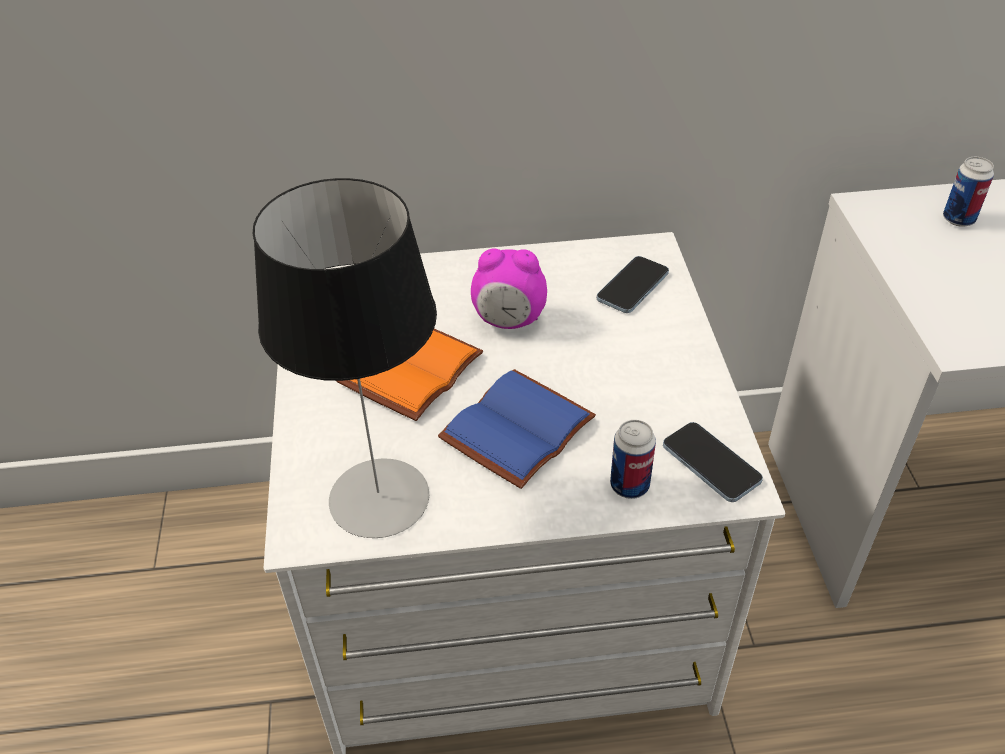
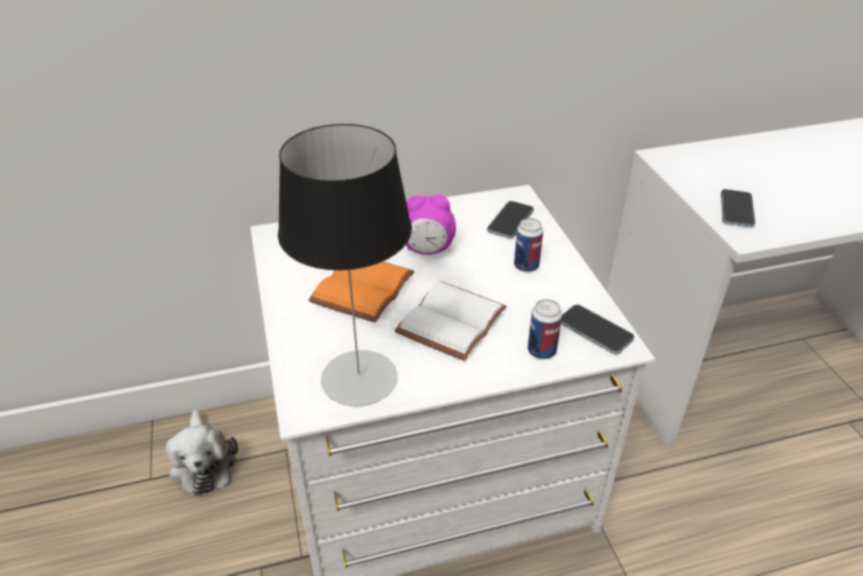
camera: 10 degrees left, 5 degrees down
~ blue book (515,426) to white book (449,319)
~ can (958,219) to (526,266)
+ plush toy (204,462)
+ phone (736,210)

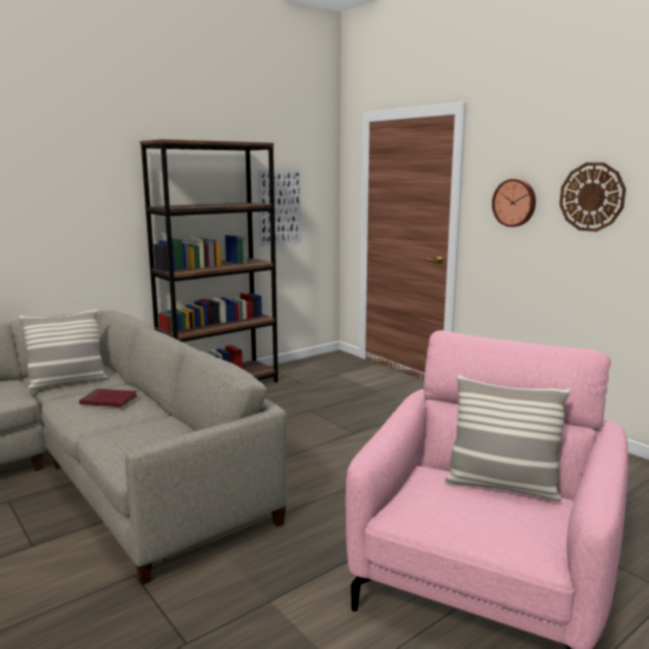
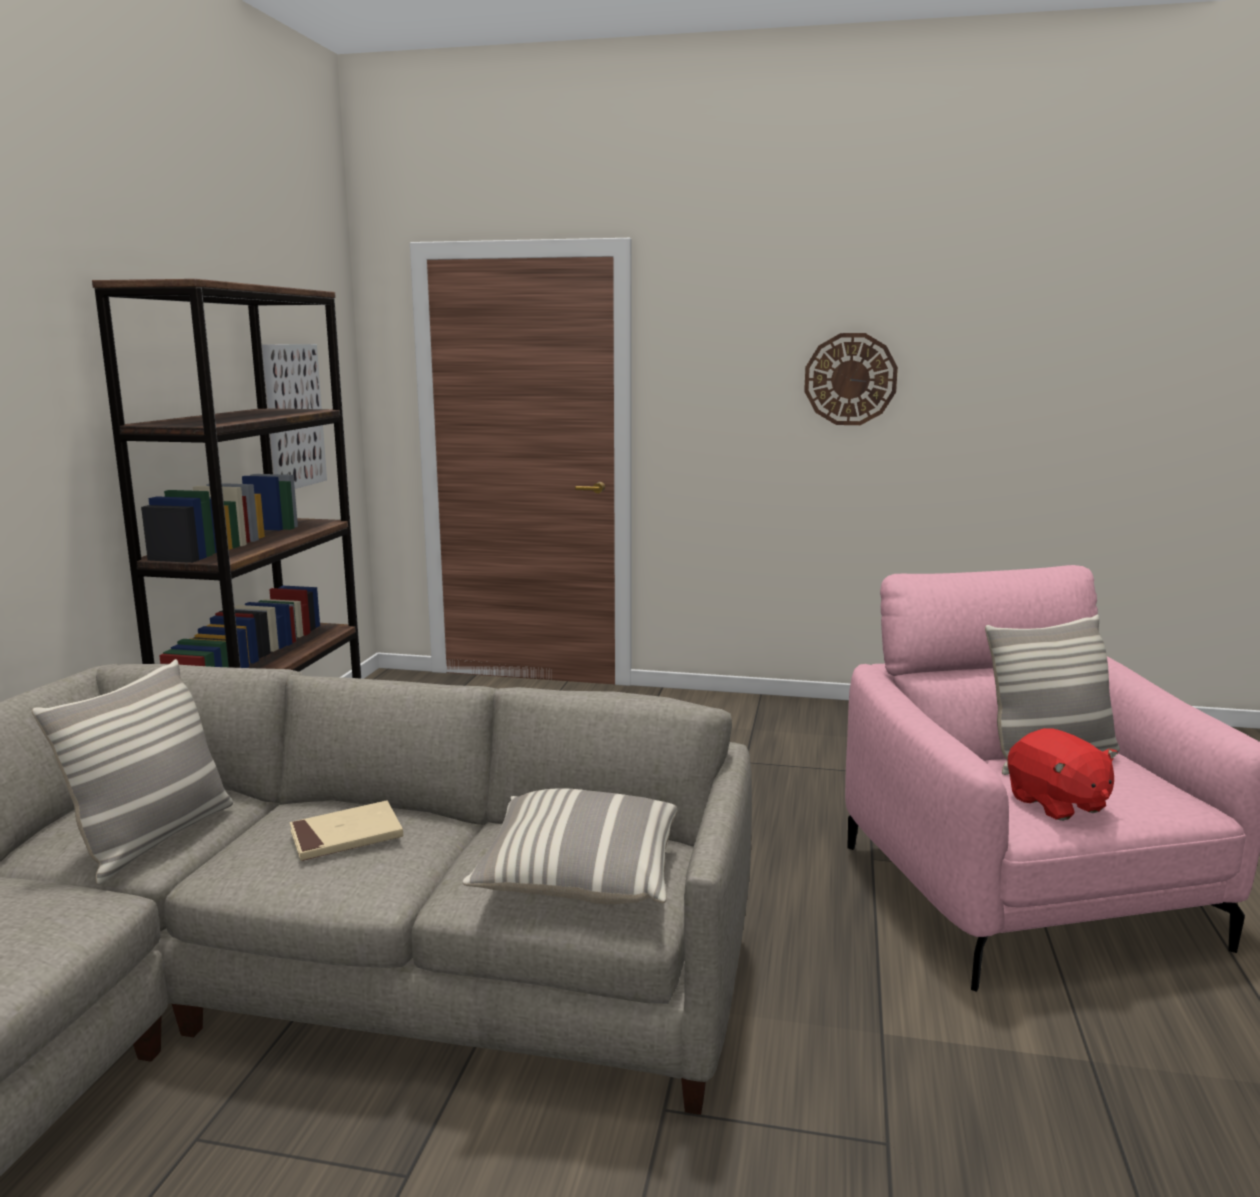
camera: 40 degrees left, 0 degrees up
~ red book (109,401) to beige book (346,836)
- wall clock (515,202)
+ pillow (579,877)
+ red plush toy (1056,804)

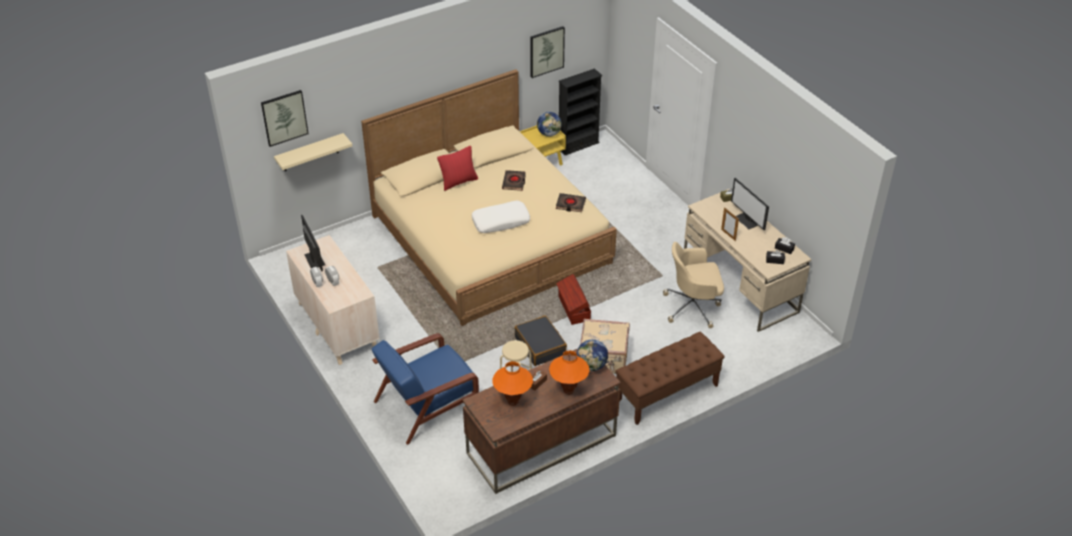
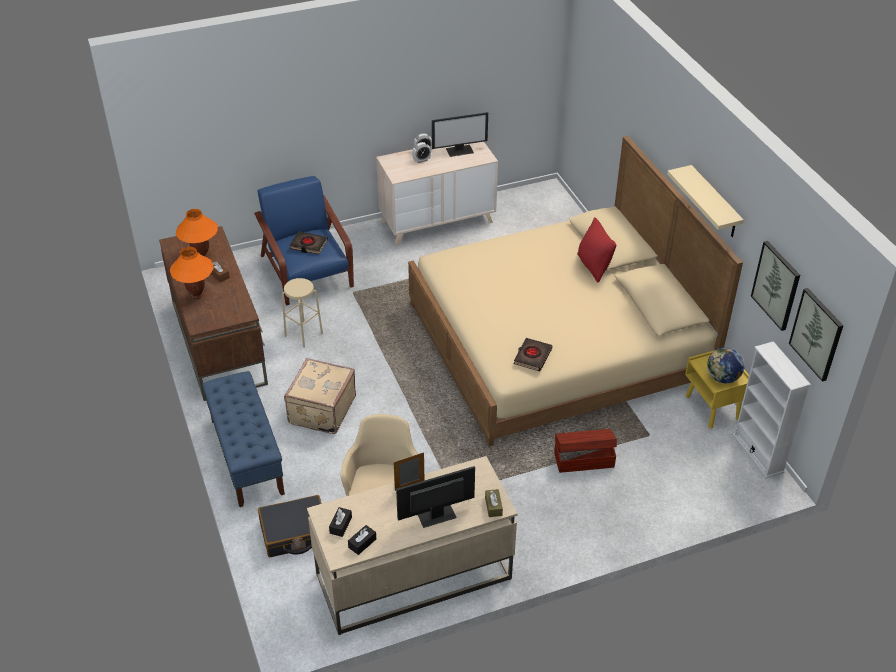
camera: 100 degrees right, 0 degrees up
~ picture (284,117) to (817,334)
~ beige shelf (310,153) to (714,203)
- white pillow (501,221)
~ black book (514,182) to (308,245)
~ black suitcase (540,346) to (295,533)
~ brown storage box (573,309) to (583,459)
~ black bookcase (578,145) to white bookcase (758,453)
- globe (592,366)
~ brown bench (666,393) to blue bench (246,456)

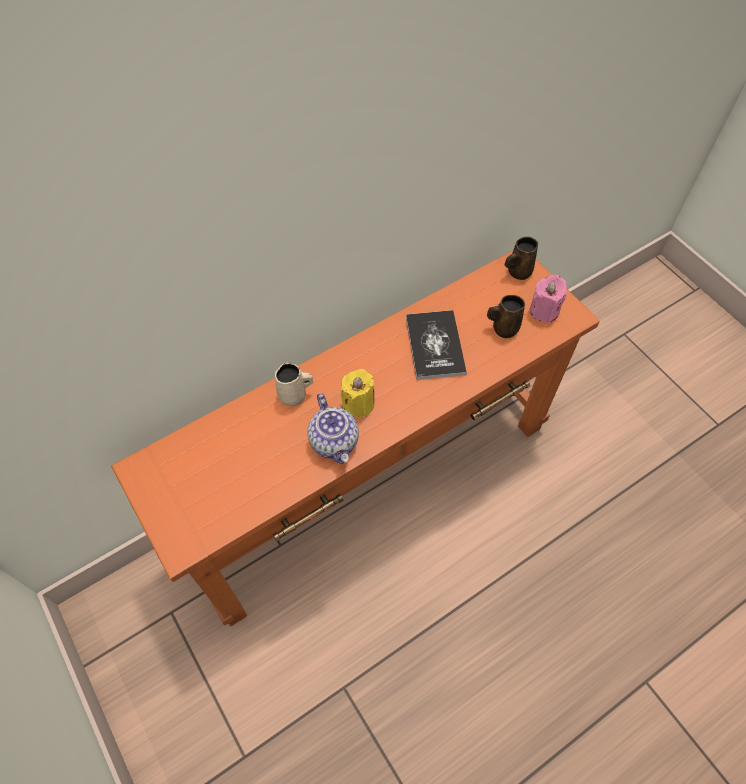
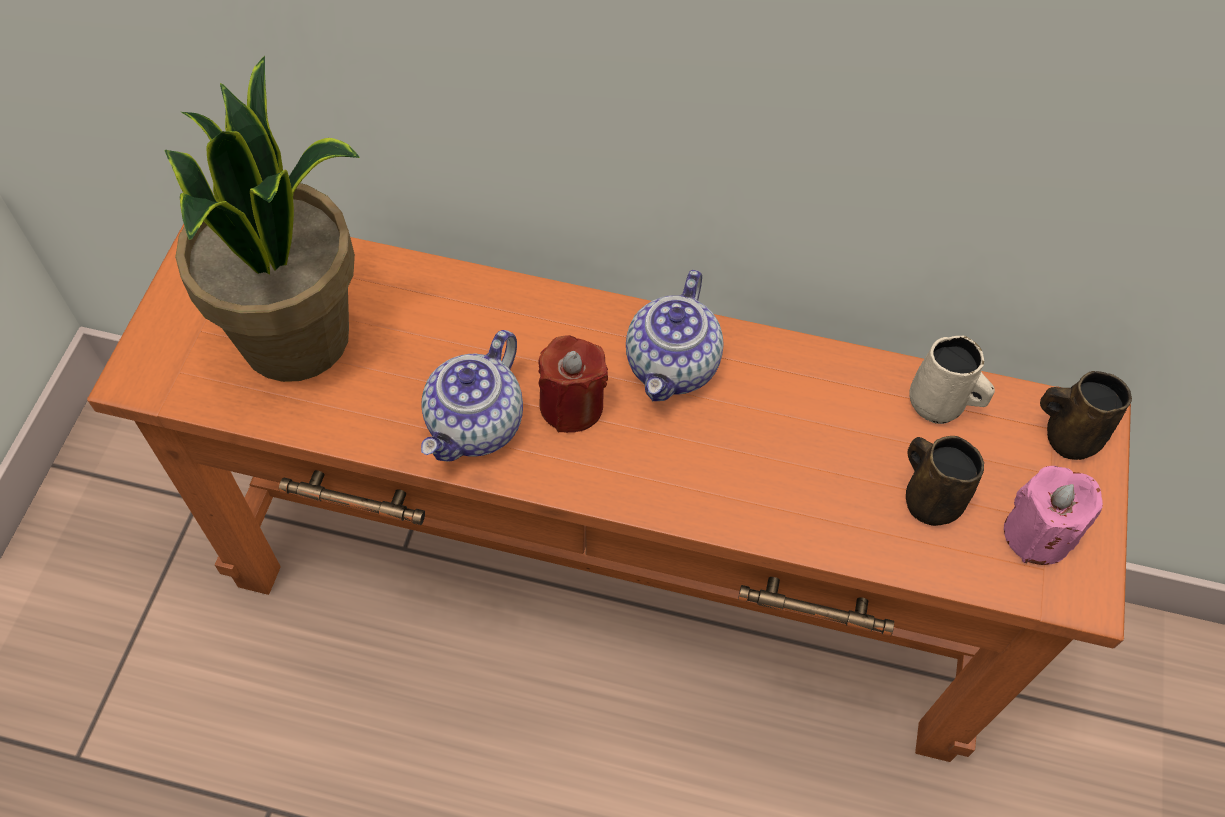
camera: 45 degrees right, 0 degrees up
~ beige mug (294,396) to (938,405)
~ yellow candle (358,403) to red candle (571,405)
- book (435,345)
+ potted plant (298,338)
+ teapot (673,366)

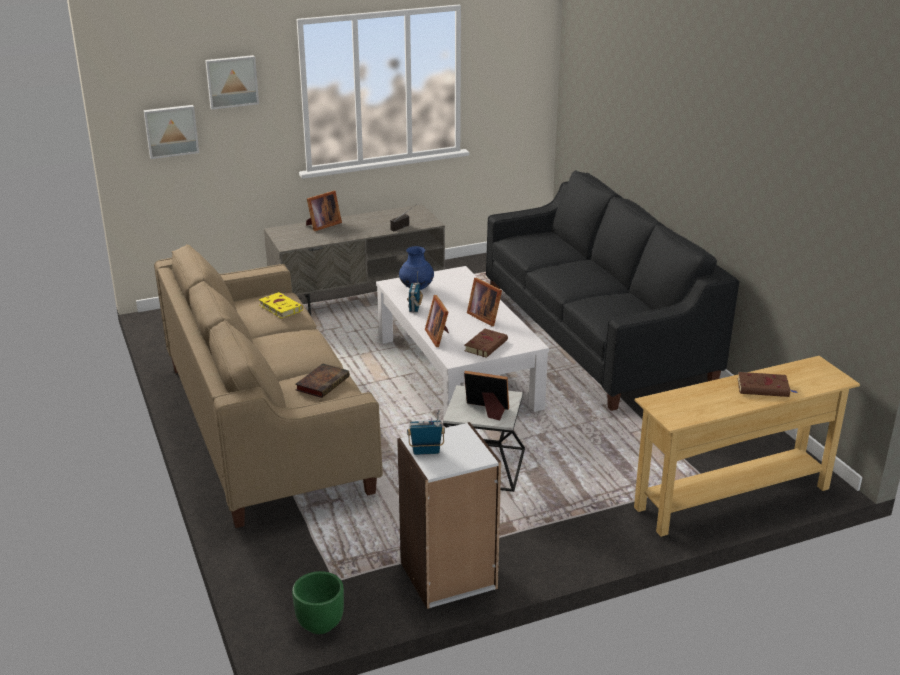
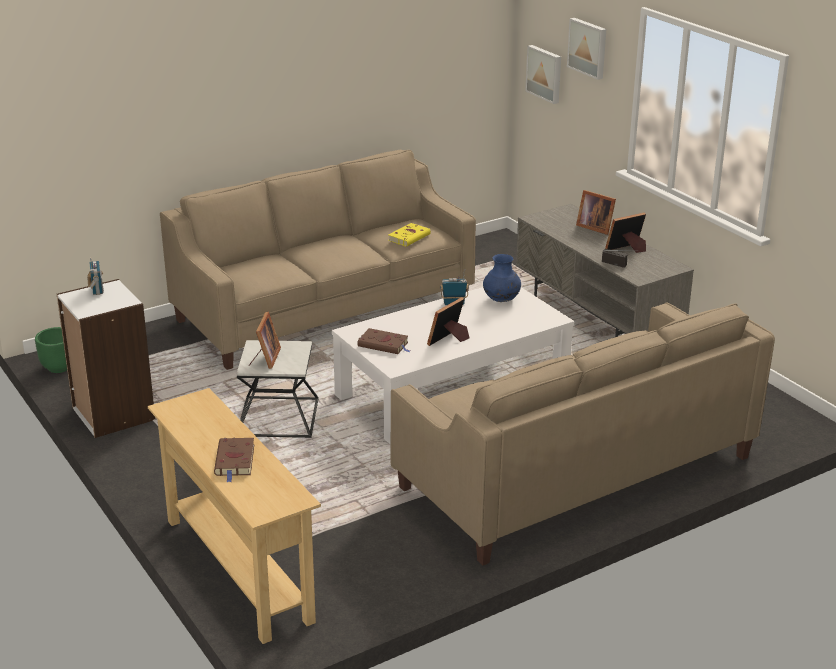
camera: 80 degrees right, 0 degrees up
- book (323,383)
~ picture frame (439,336) to (627,249)
~ black sofa (595,337) to beige sofa (575,472)

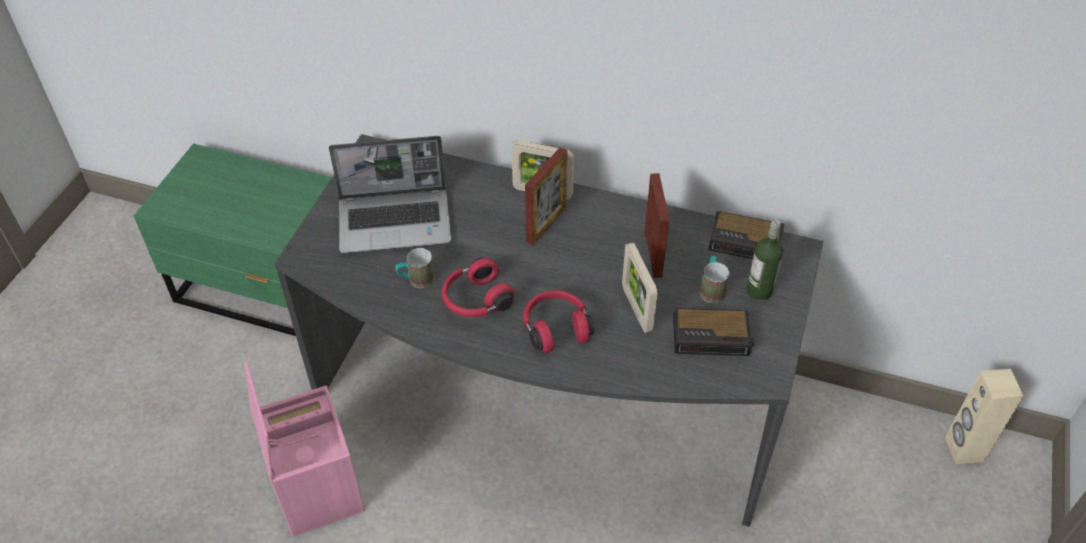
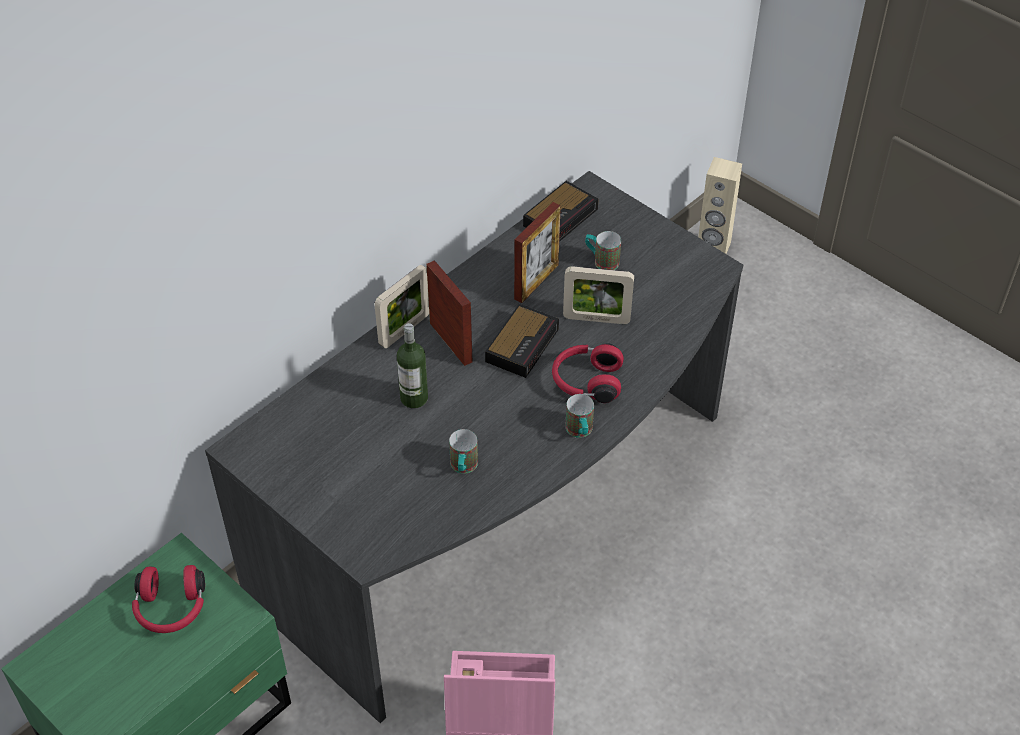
camera: 65 degrees left, 0 degrees up
- laptop (396,221)
~ red headphones (475,300) to (171,609)
~ picture frame (653,253) = (536,282) 105 degrees clockwise
~ alarm clock (712,336) to (523,344)
~ bottle (759,291) to (414,398)
+ mug (580,432)

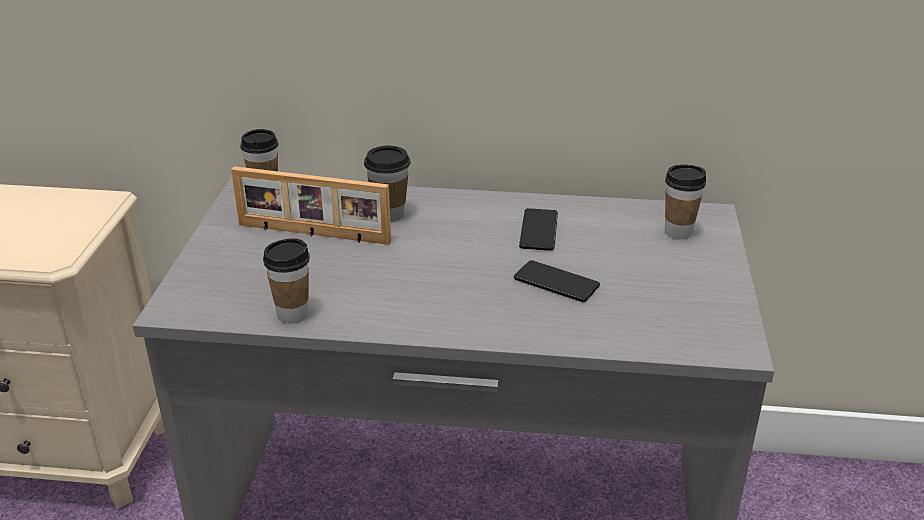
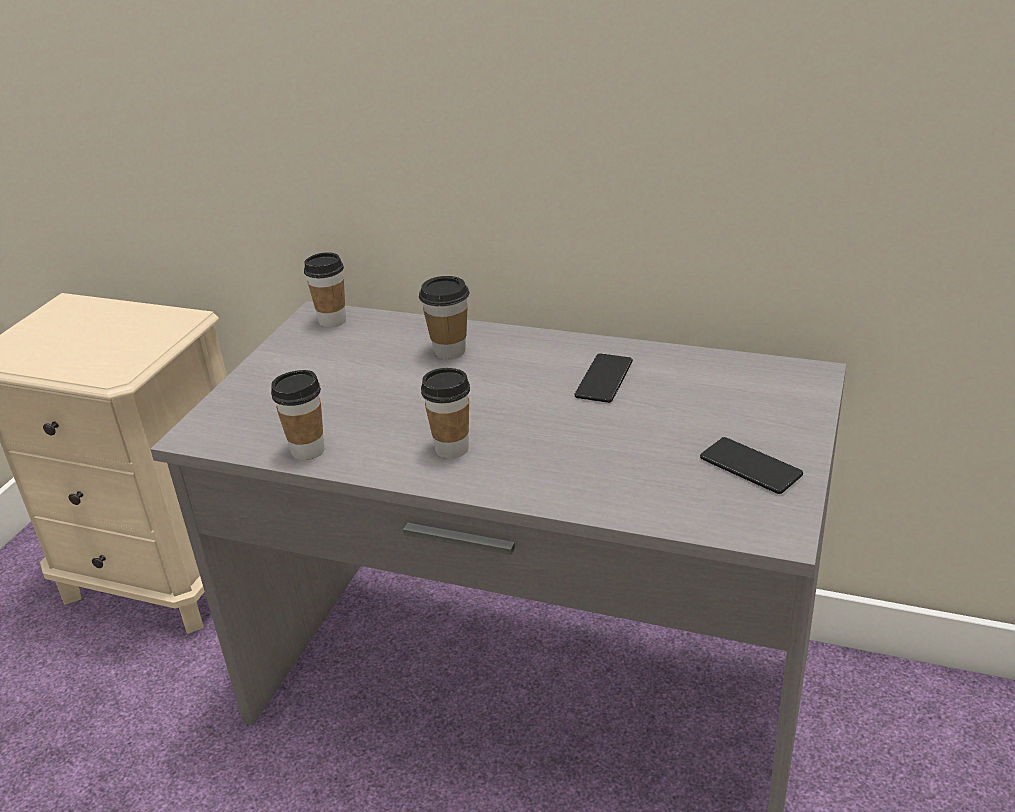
camera: 15 degrees right, 0 degrees up
- picture frame (313,234)
~ phone (556,282) to (750,466)
~ cup (678,232) to (452,449)

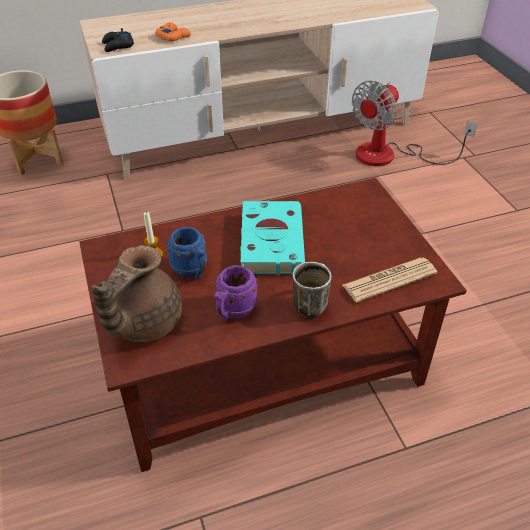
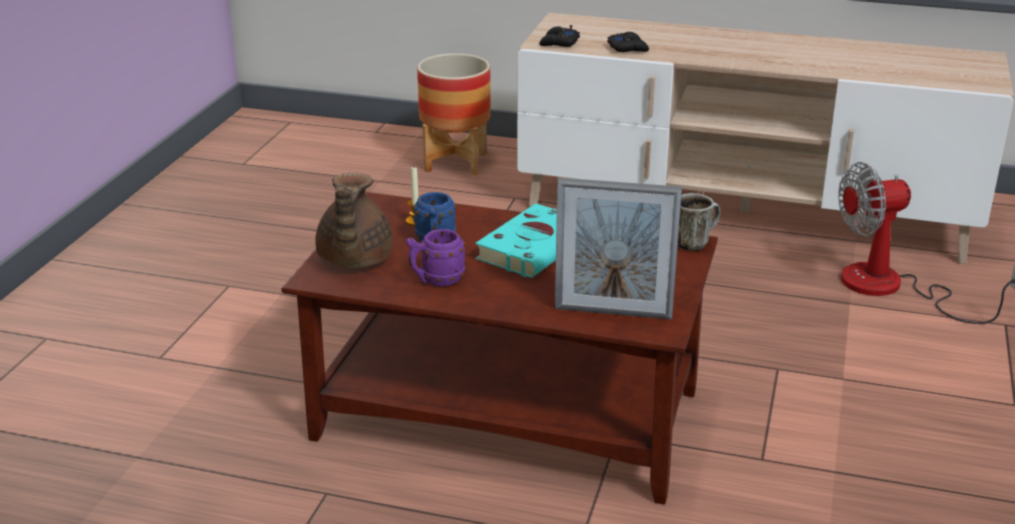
camera: 35 degrees right, 15 degrees down
~ brown teapot (143,323) = (353,260) 60 degrees counterclockwise
~ orange game controller (173,36) to black game controller (628,48)
~ mug (310,303) to (695,242)
~ newspaper (389,280) to picture frame (613,312)

